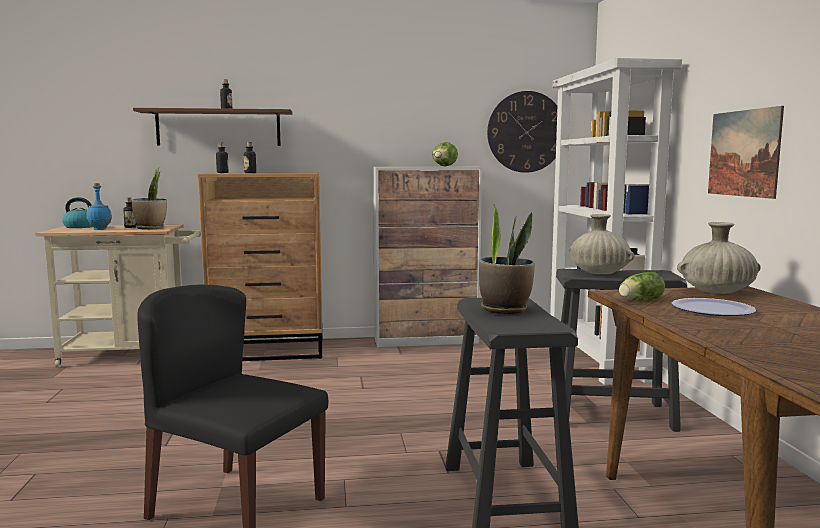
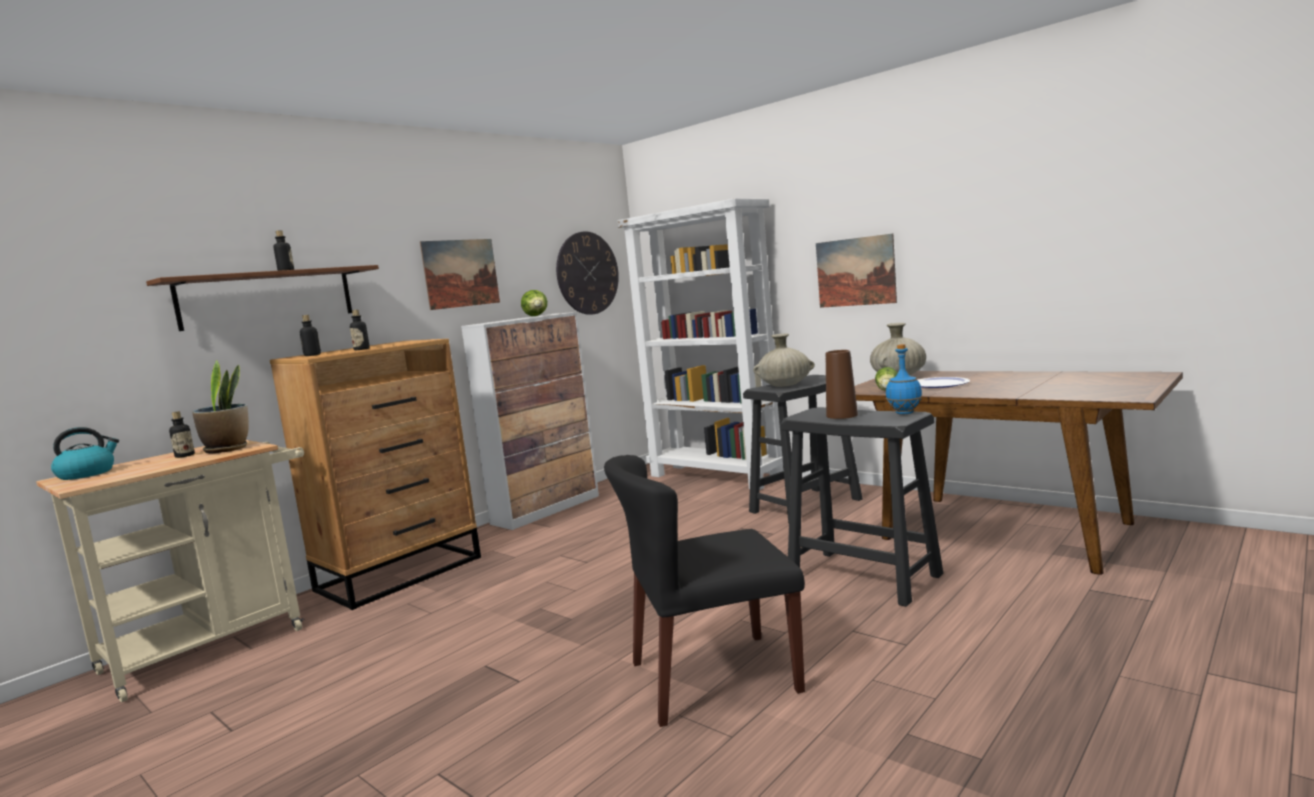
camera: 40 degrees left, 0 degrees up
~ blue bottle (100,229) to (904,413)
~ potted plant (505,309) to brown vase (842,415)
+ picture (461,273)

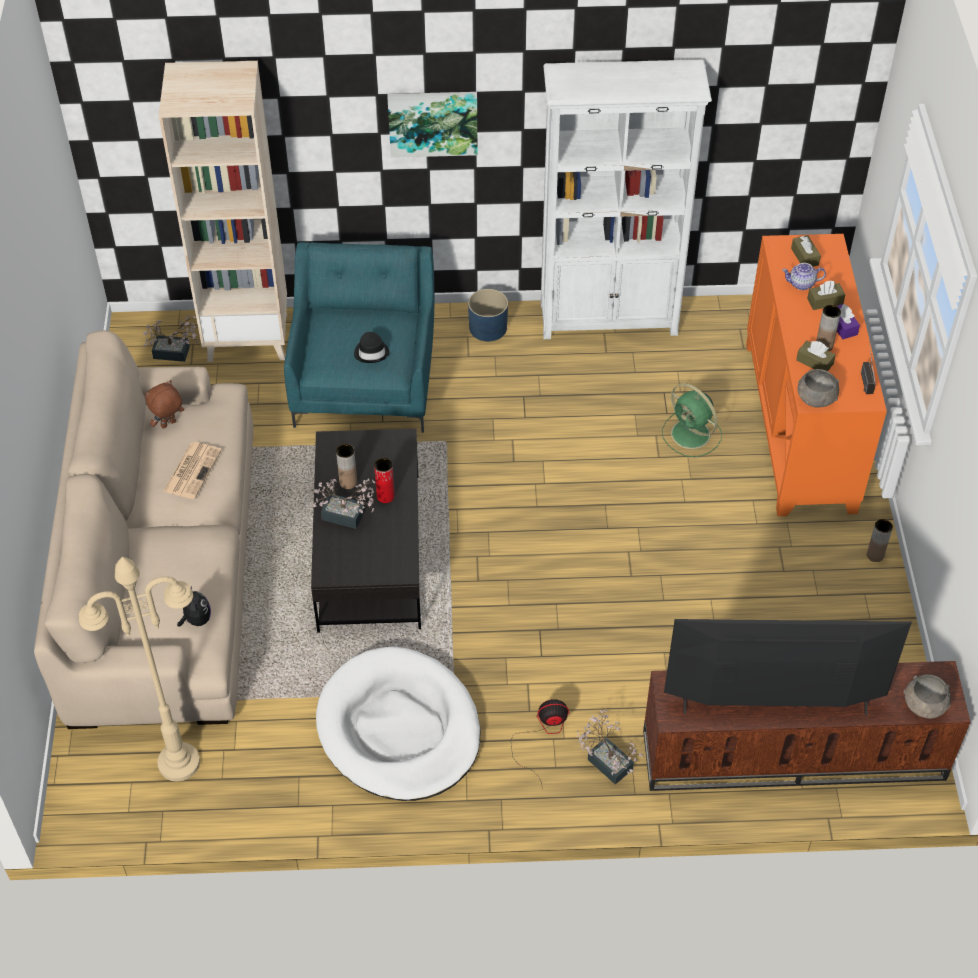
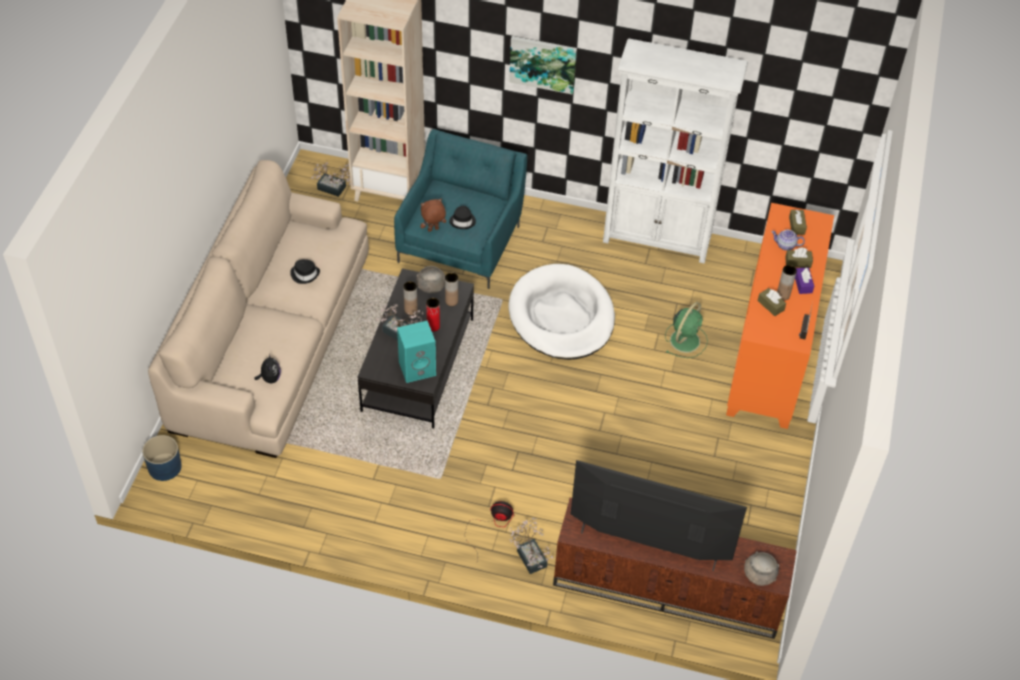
camera: 15 degrees right, 0 degrees up
- beige floor lamp (179,762)
~ brown plush toy (168,425) to (433,230)
~ newspaper (192,470) to black hat (305,274)
~ white dog bed (399,729) to (561,316)
~ blue planter (487,327) to (164,467)
~ green fan (692,435) = (685,340) 120 degrees counterclockwise
~ grey bowl (815,398) to (431,286)
~ brown vase (875,555) to (451,301)
+ turquoise speaker (418,368)

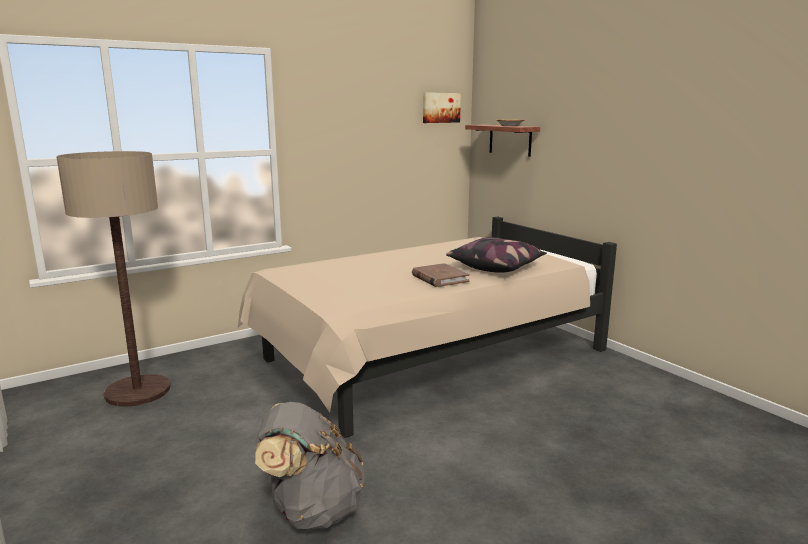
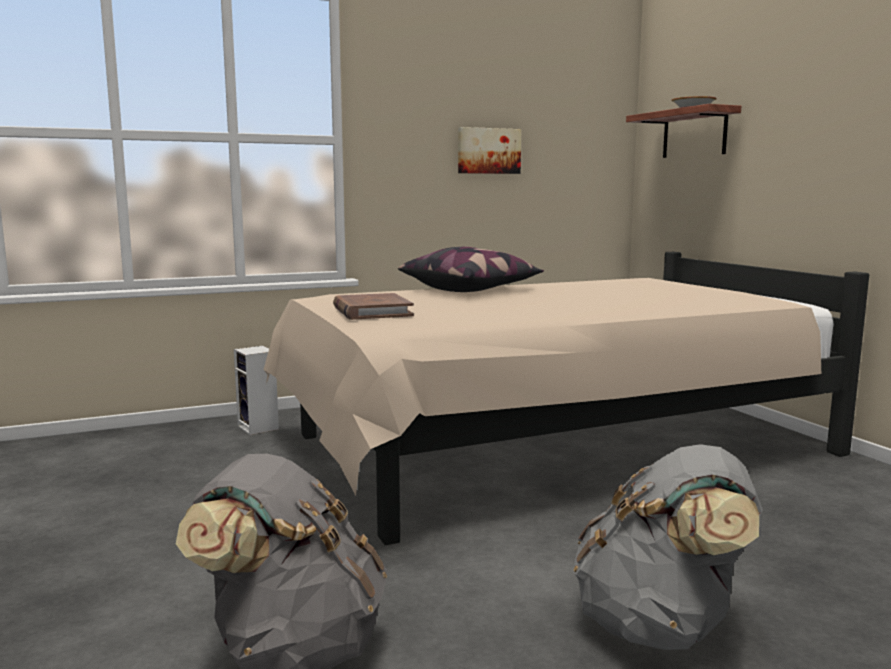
camera: 10 degrees right, 5 degrees down
- floor lamp (137,391)
~ brown book (439,278) to (372,311)
~ picture (440,107) to (488,151)
~ pillow (496,267) to (470,290)
+ speaker (259,428)
+ grey backpack (661,627)

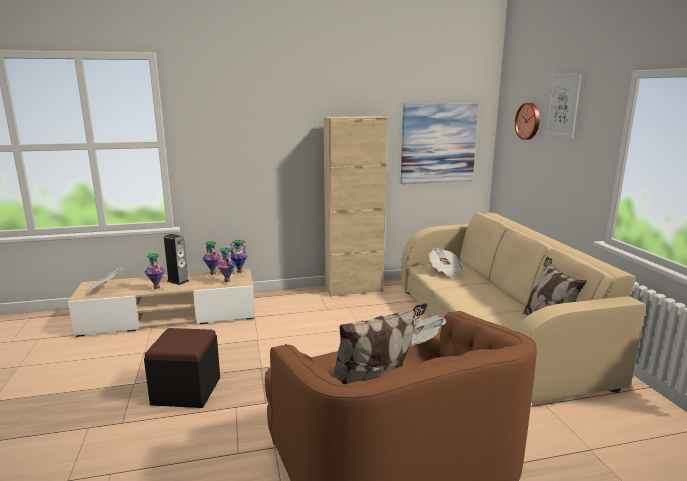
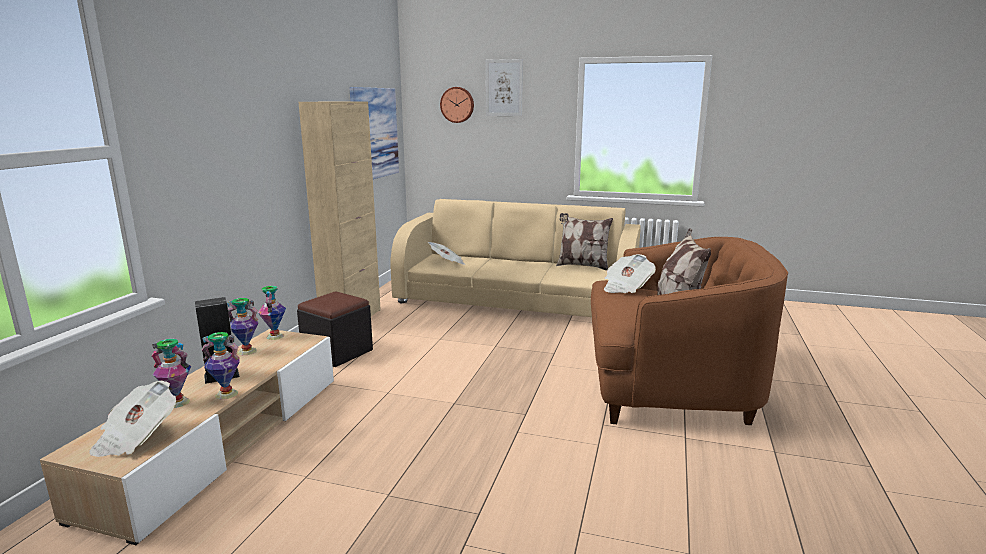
camera: 60 degrees left, 0 degrees up
~ black ottoman (186,391) to (337,352)
~ vase (227,283) to (178,402)

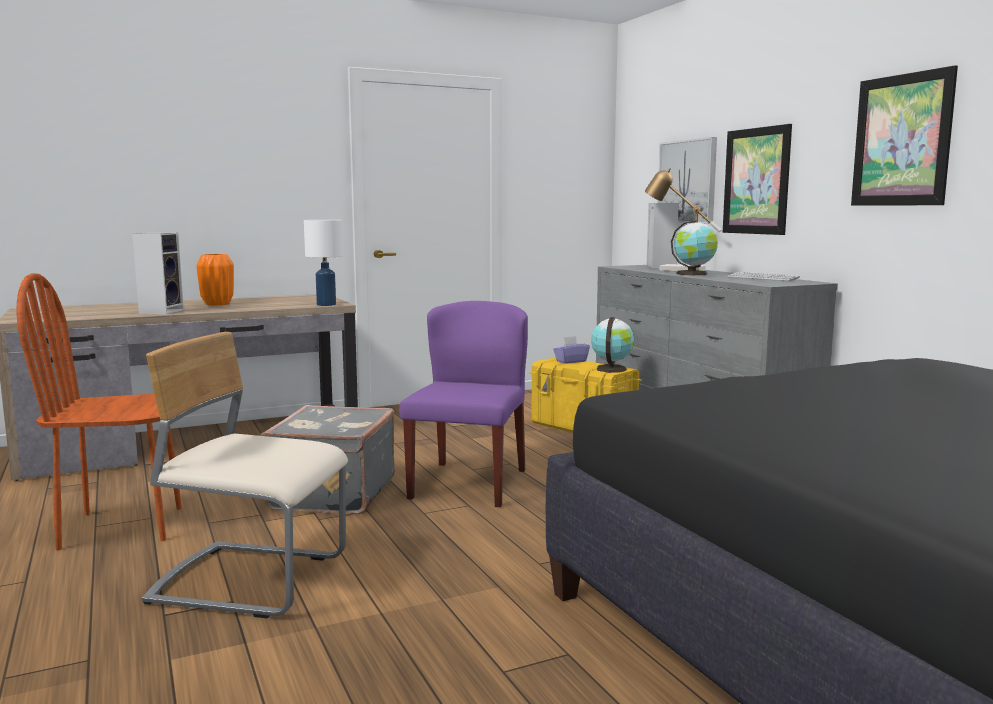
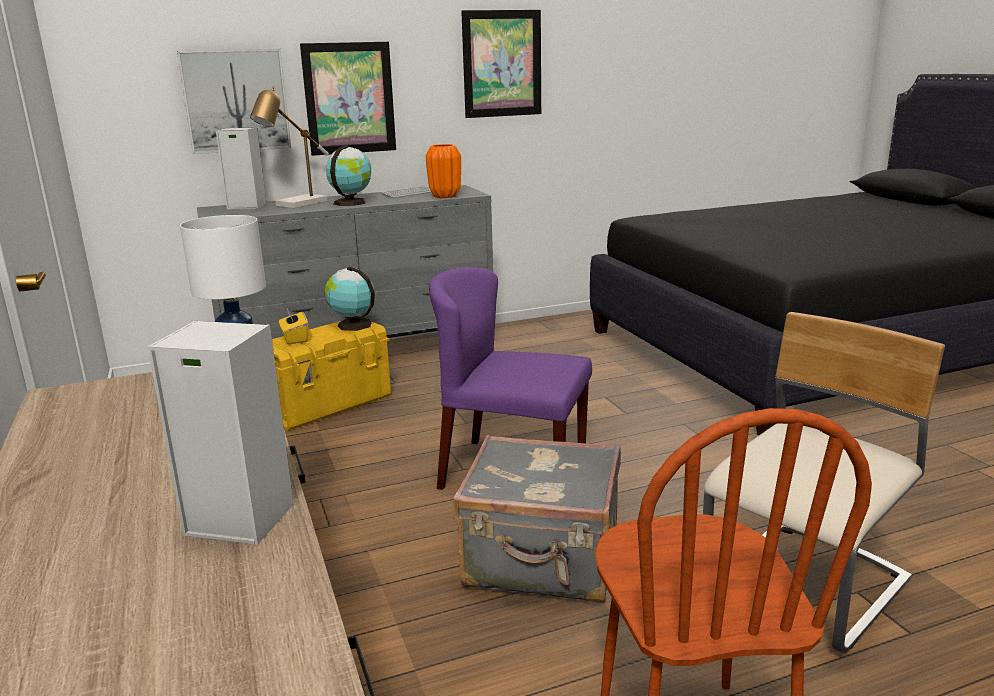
camera: 85 degrees left, 10 degrees up
~ beige chair (251,580) = (807,587) 150 degrees counterclockwise
~ orange vase (218,304) to (445,196)
~ purple tissue box (571,361) to yellow tissue box (295,339)

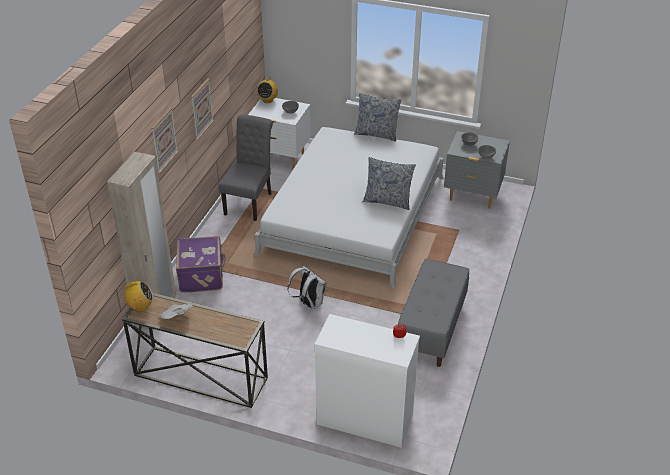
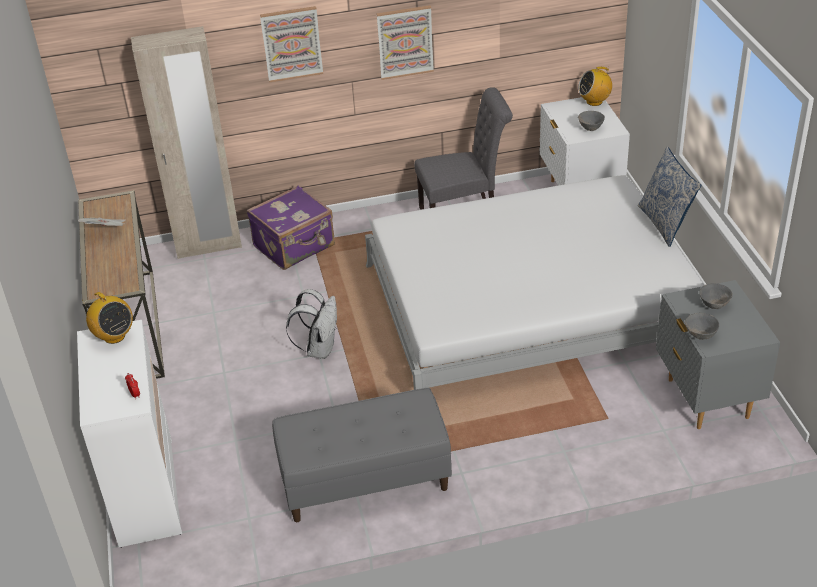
camera: 60 degrees right, 0 degrees up
~ radio (140,306) to (114,336)
- pillow (388,201)

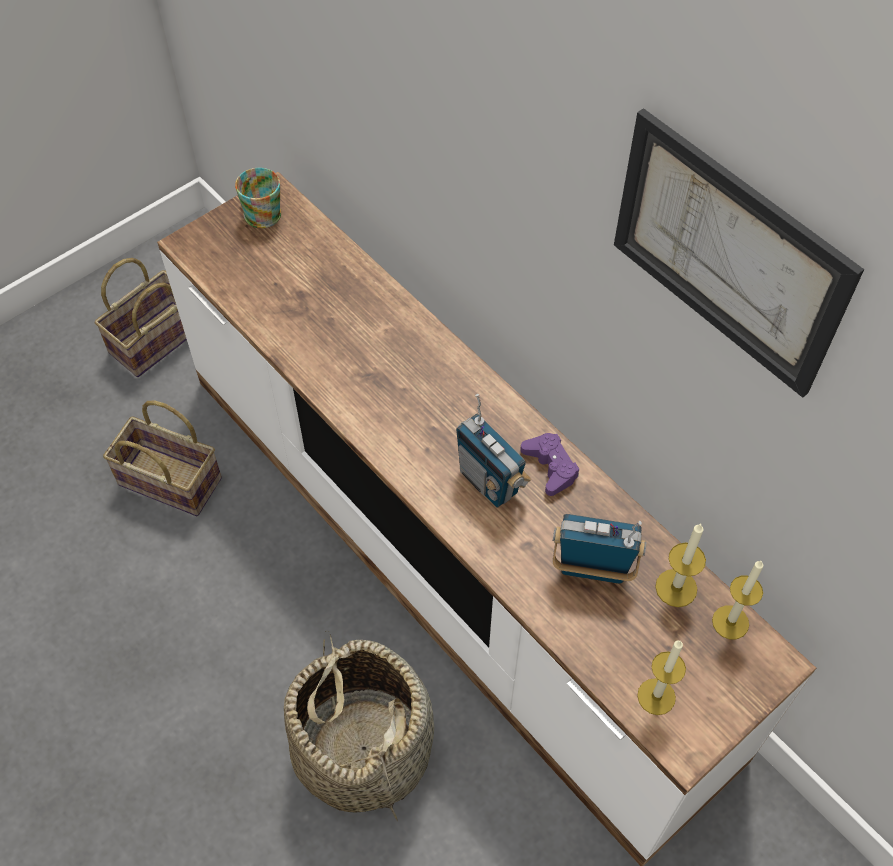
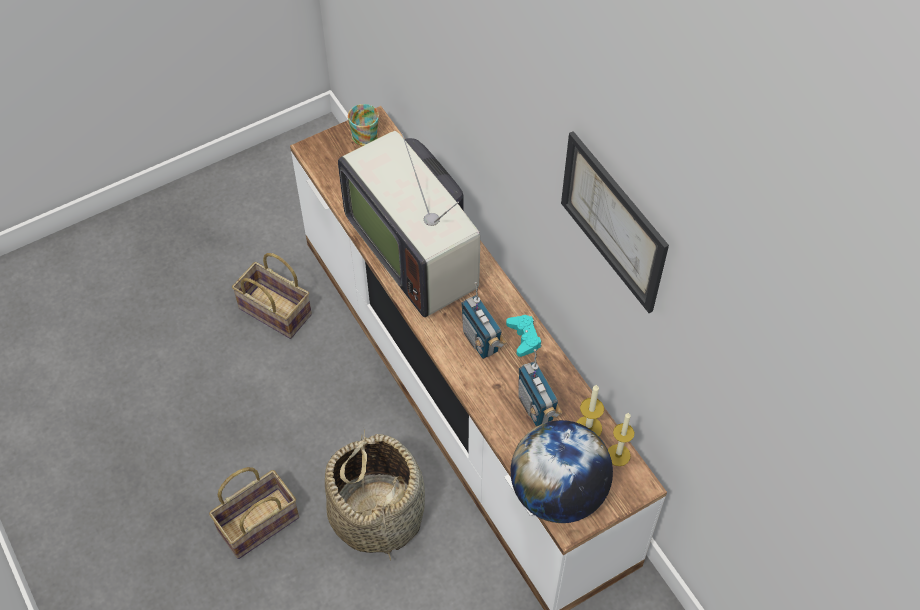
camera: 10 degrees right, 0 degrees up
~ basket (156,338) to (259,521)
~ purple game controller (550,467) to turquoise game controller (524,337)
~ radio (592,569) = (536,407) 135 degrees counterclockwise
~ candle (656,696) to globe (558,492)
+ television (416,250)

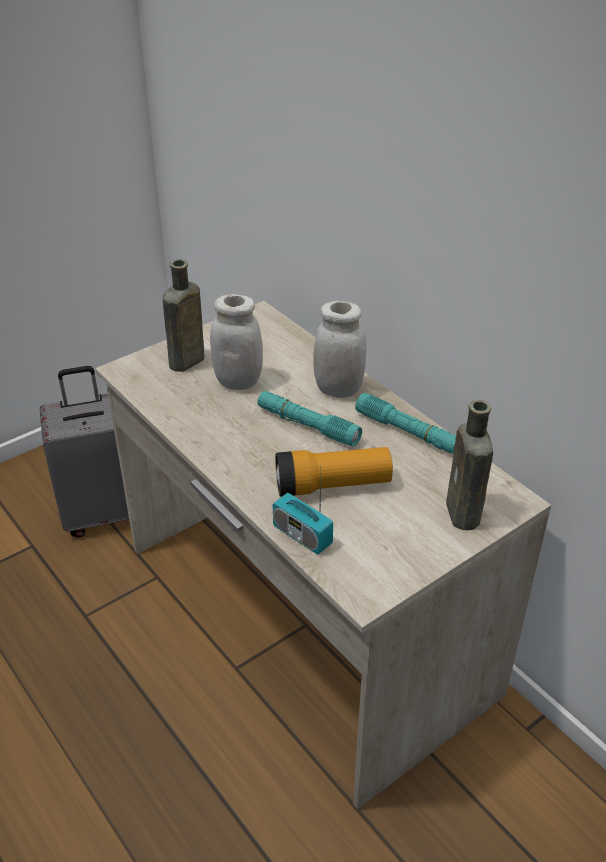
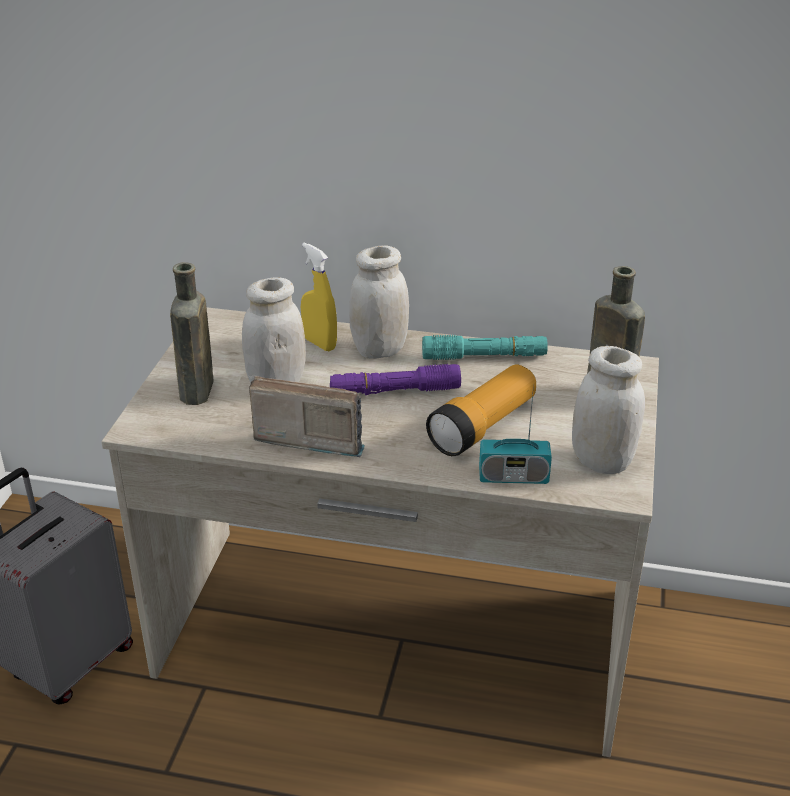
camera: 40 degrees left, 5 degrees down
~ turquoise flashlight (307,425) to purple flashlight (394,391)
+ radio (309,436)
+ yellow spray bottle (319,343)
+ white jar (602,462)

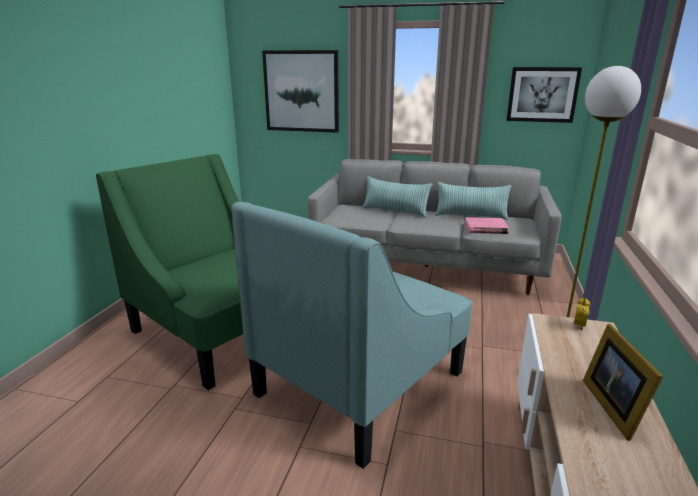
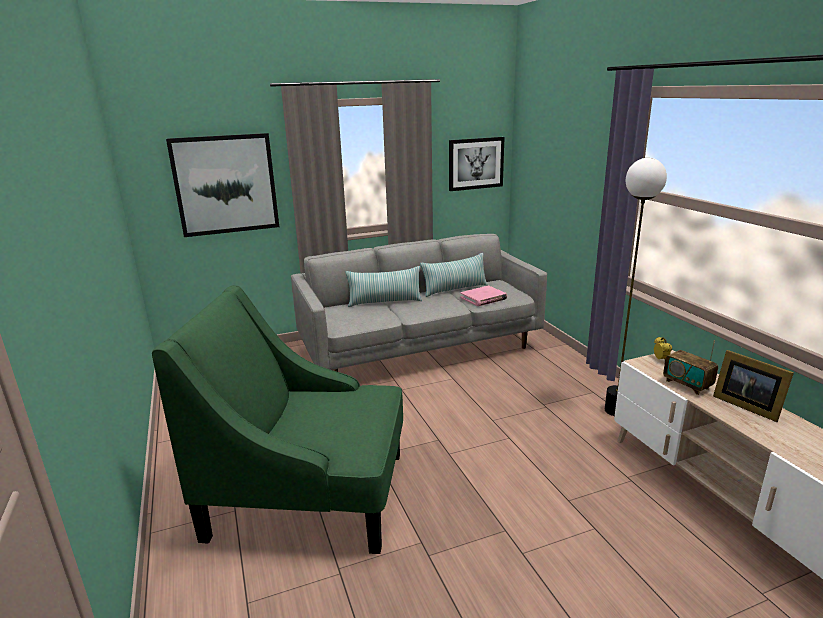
camera: 35 degrees left, 0 degrees up
- turquoise armchair (361,382)
+ radio (687,385)

